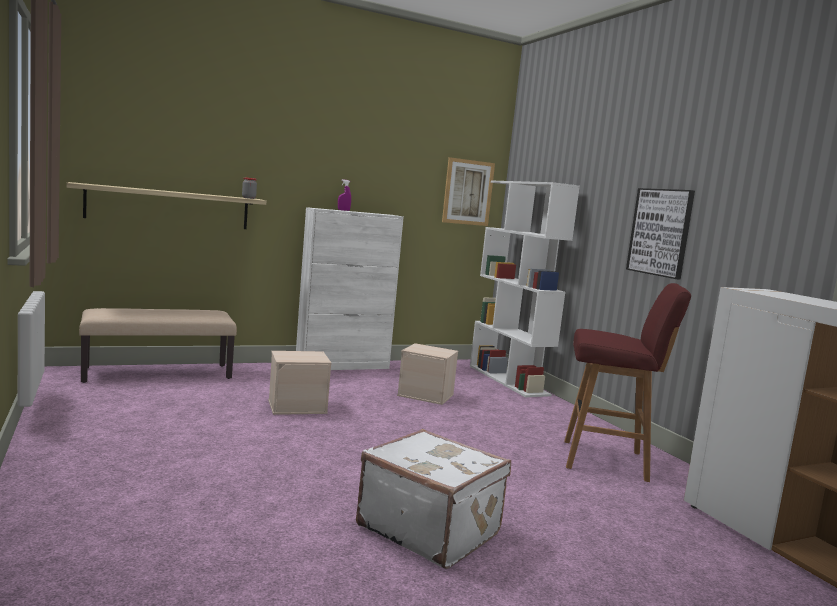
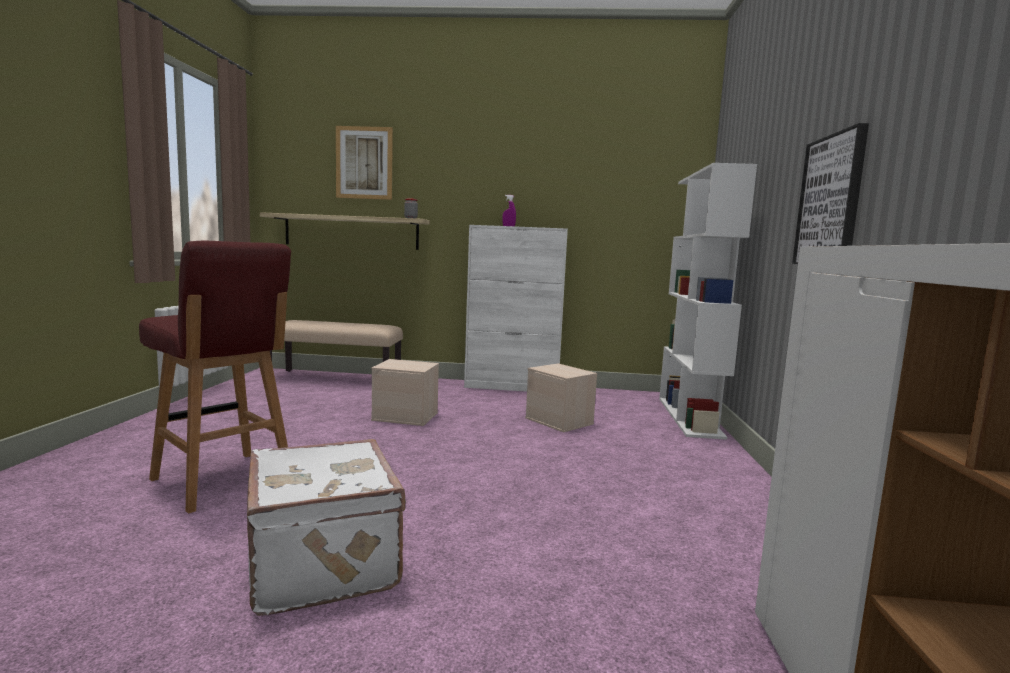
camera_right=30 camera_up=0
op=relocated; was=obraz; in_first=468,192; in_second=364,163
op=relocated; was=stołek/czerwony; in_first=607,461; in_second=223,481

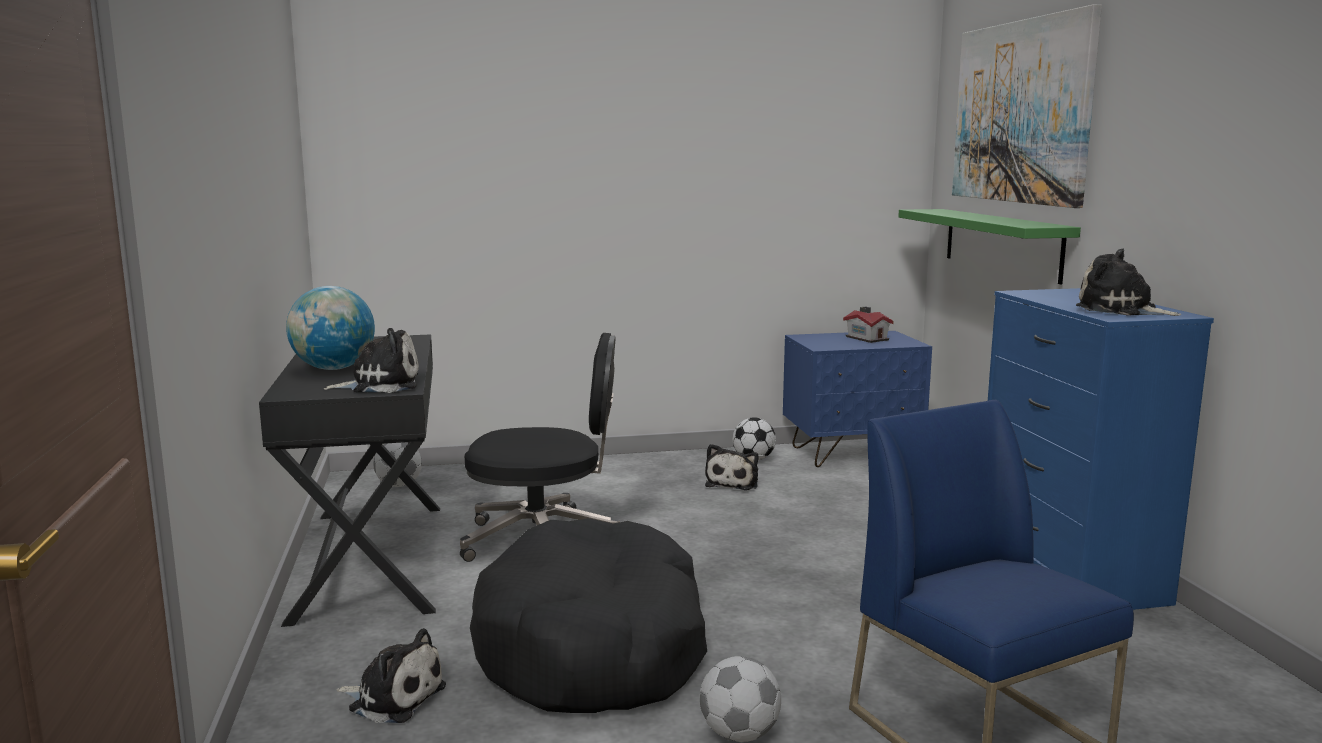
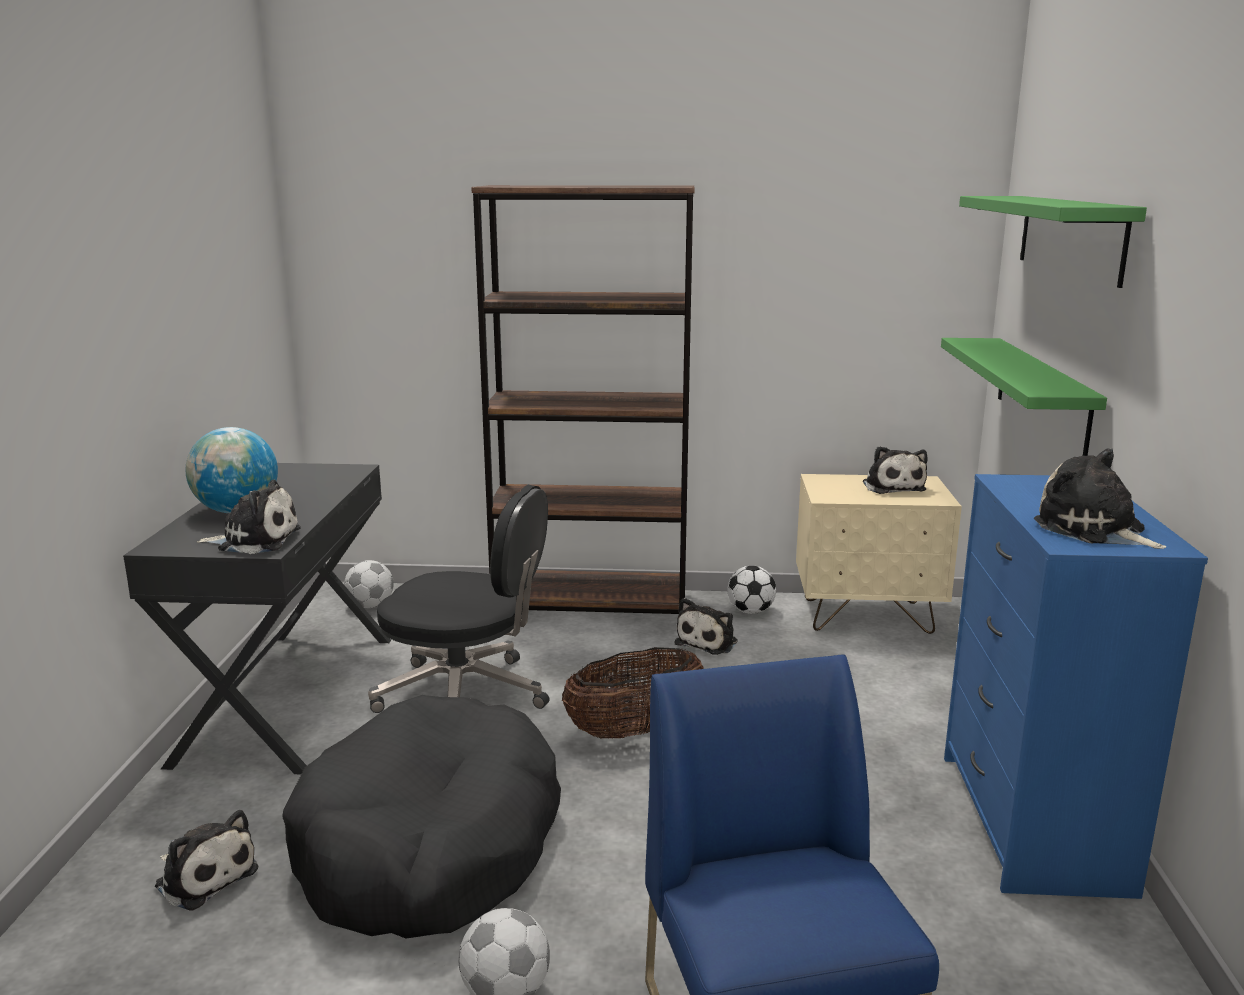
camera_right=15 camera_up=5
op=exchanged; was=obraz; now=półka/zielony; in_first=1021,112; in_second=1070,236
op=exchanged; was=domek; now=pluszak; in_first=867,338; in_second=892,486
op=colour; was=szafka nocna/niebieski; now=szafka nocna/beżowy; in_first=851,454; in_second=867,616
op=appeared; now=regał/brązowy; in_second=591,606
op=appeared; now=koszyk; in_second=634,730

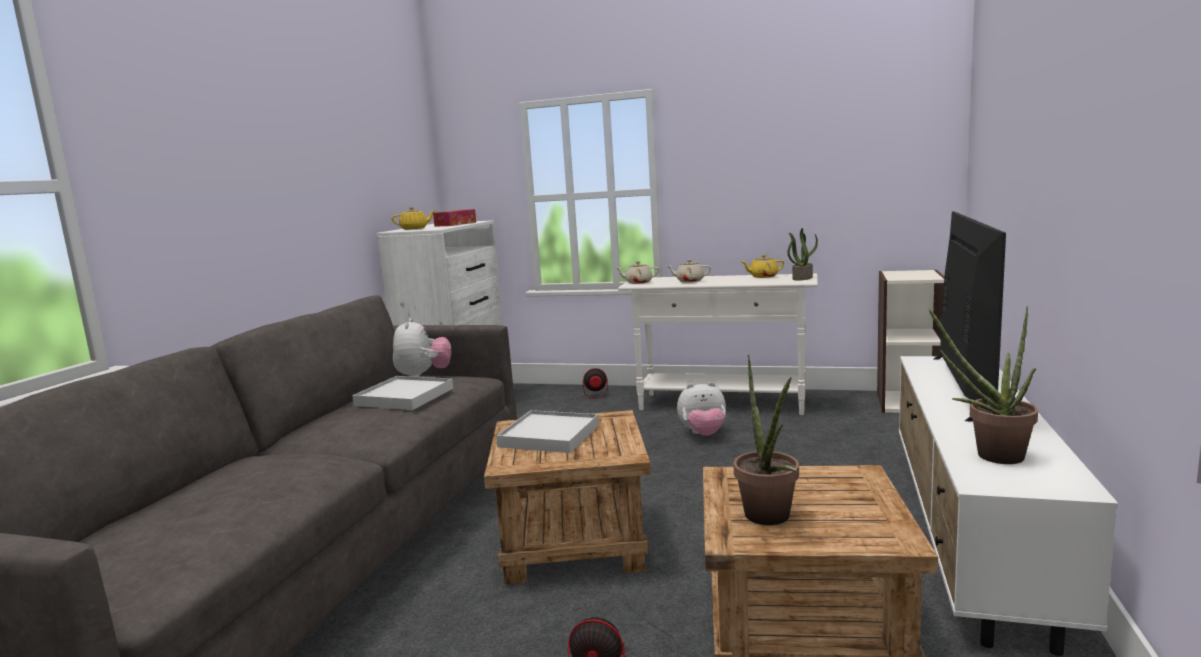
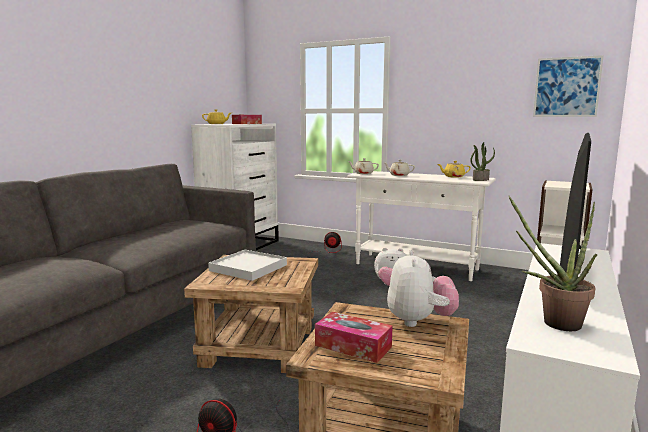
camera_right=10 camera_up=0
op=relocated; was=pluszak; in_first=423,376; in_second=419,321
op=exchanged; was=roślina doniczkowa; now=pudełko chusteczek; in_first=769,520; in_second=353,346
op=missing; was=taca/biały; in_first=404,397
op=appeared; now=obraz; in_second=566,87

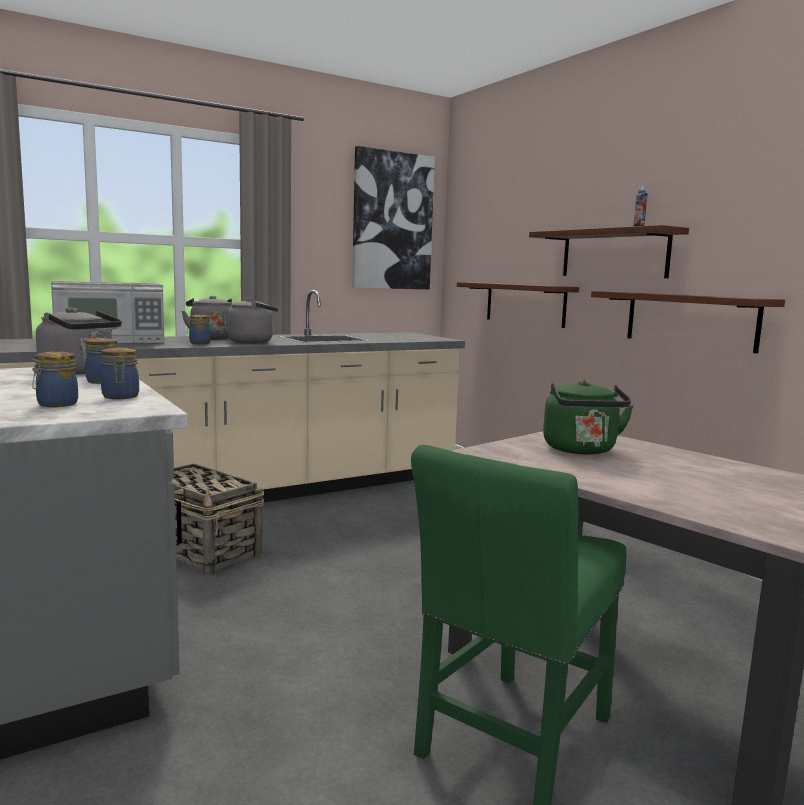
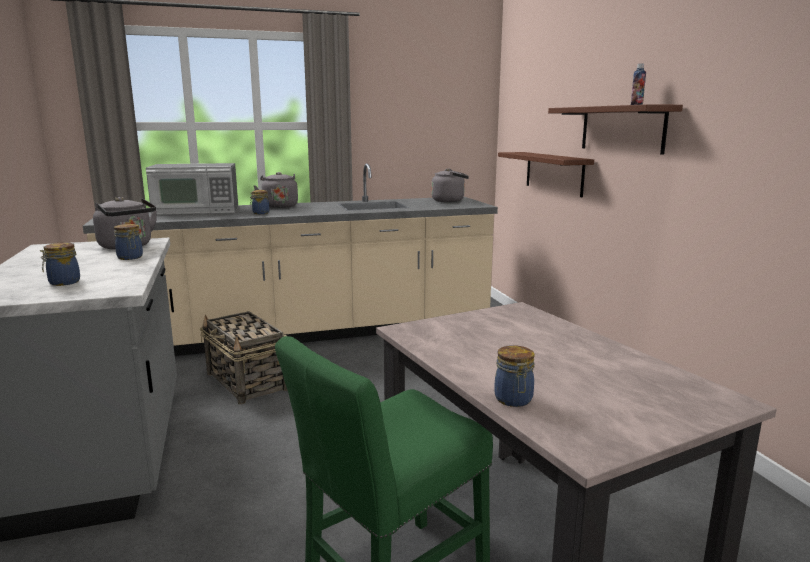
camera_right=15 camera_up=5
op=missing; was=obraz; in_first=392,221
op=missing; was=półka/brązowy; in_first=690,320
op=relocated; was=czajnik/szary; in_first=253,342; in_second=450,200
op=relocated; was=słoik; in_first=120,397; in_second=513,400
op=missing; was=czajnik/zielony; in_first=581,450

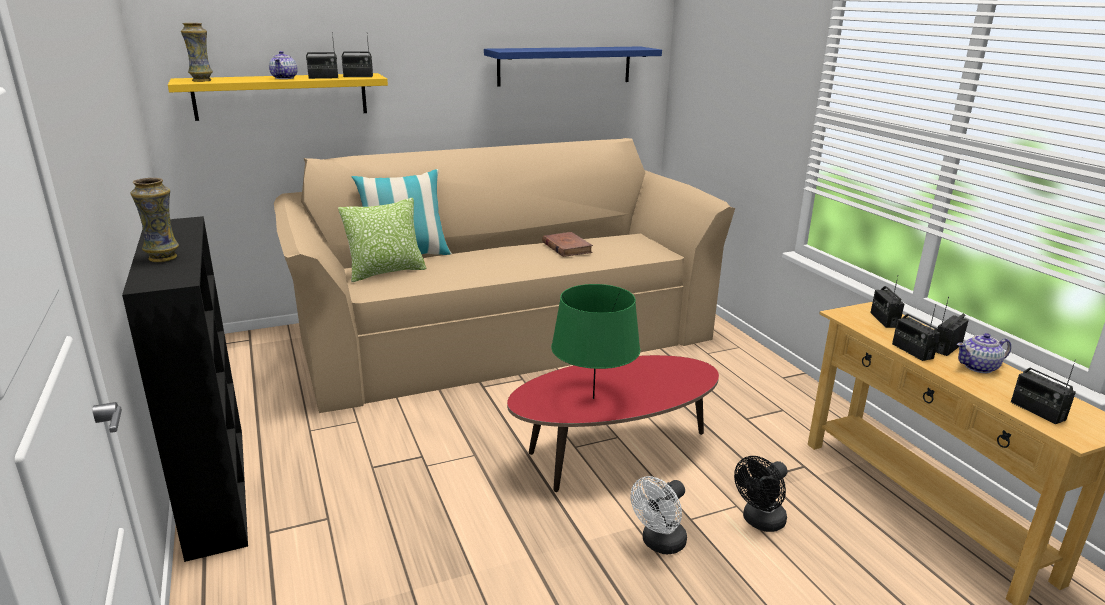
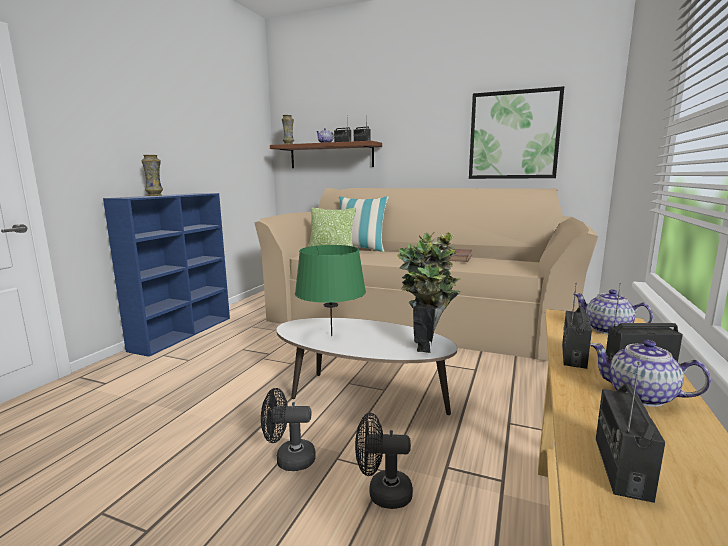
camera_right=45 camera_up=-10
op=exchanged; was=półka/niebieski; now=obraz; in_first=565,65; in_second=513,135
op=colour; was=półka/żółty; now=półka/brązowy; in_first=282,96; in_second=331,156
op=colour; was=regał/czarny; now=regał/niebieski; in_first=216,487; in_second=183,333
op=exchanged; was=radio; now=imbryk; in_first=884,320; in_second=608,330
op=colour; was=ława/czerwony; now=ława/biały; in_first=613,455; in_second=362,397
op=colour; was=wentylator/biały; now=wentylator/czarny; in_first=659,544; in_second=289,459
op=appeared; now=roślina doniczkowa; in_second=428,343

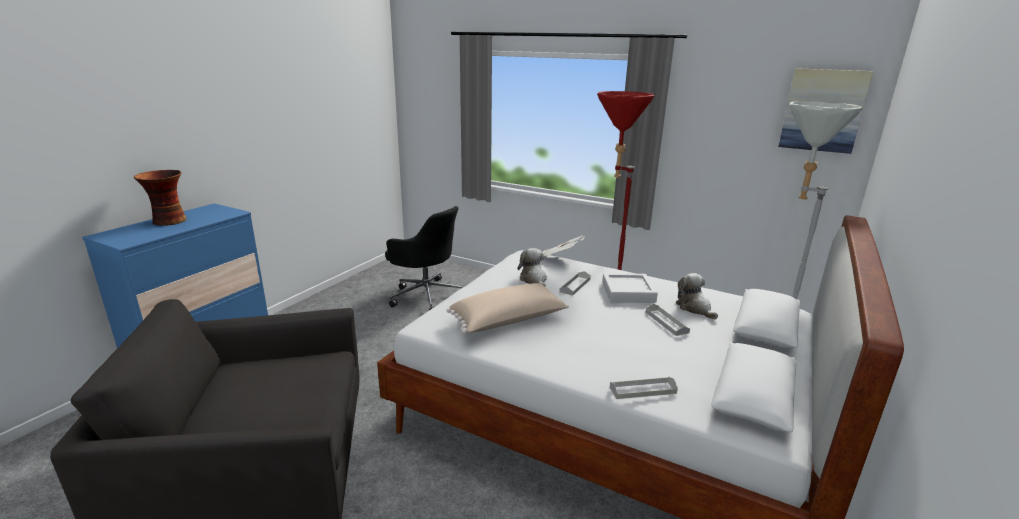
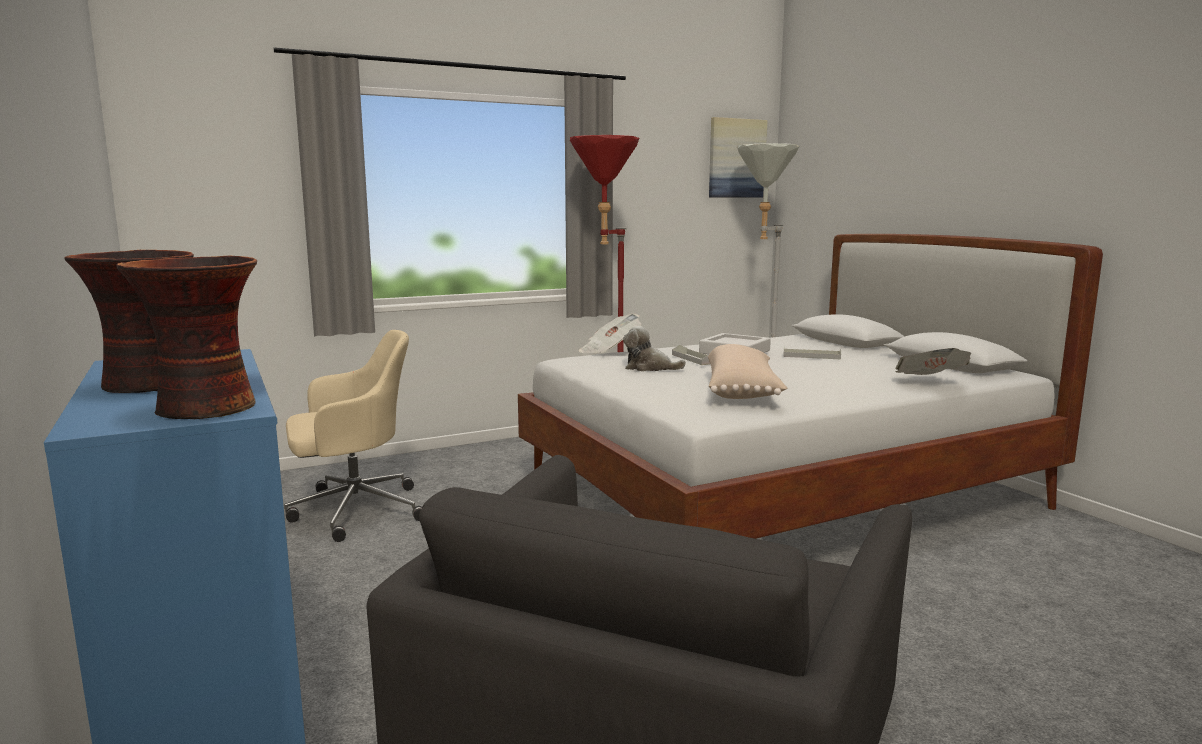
camera_right=-55 camera_up=-10
op=colour; was=krzesło biurowe/czarny; now=krzesło biurowe/beżowy; in_first=426,295; in_second=354,511
op=missing; was=pluszak; in_first=694,308
op=exchanged; was=taca/szary; now=gazeta; in_first=643,390; in_second=930,382
op=appeared; now=wazon; in_second=205,408

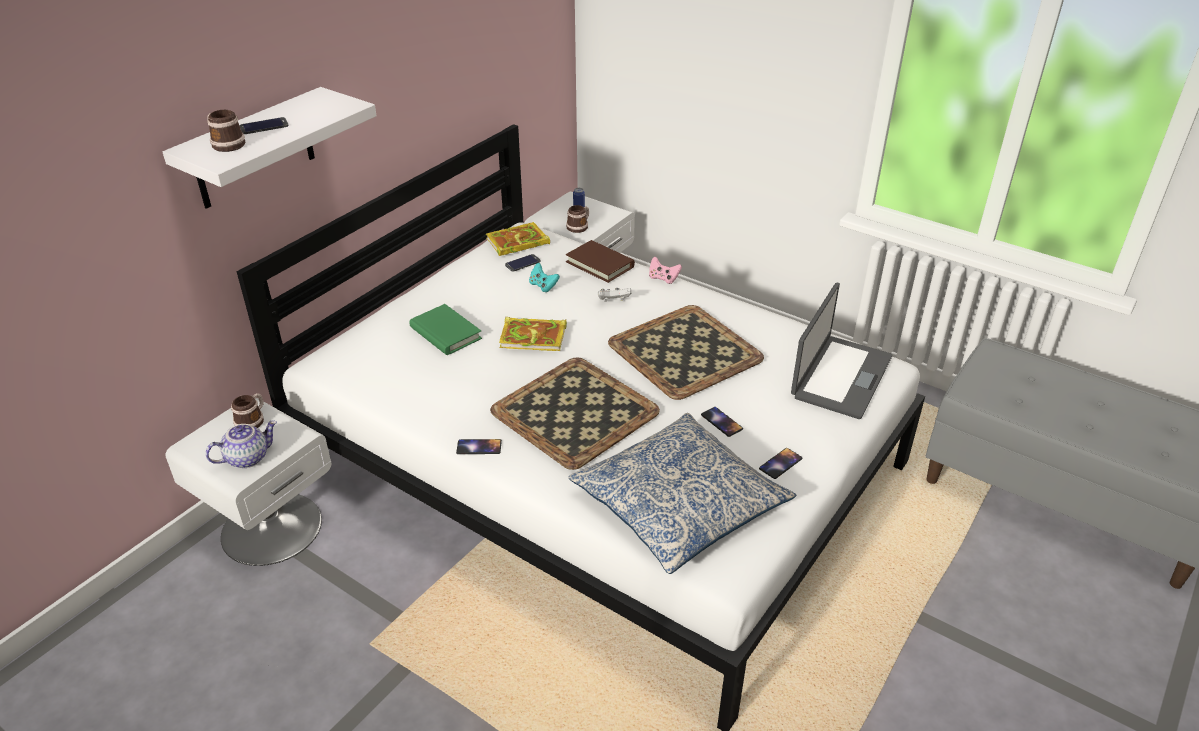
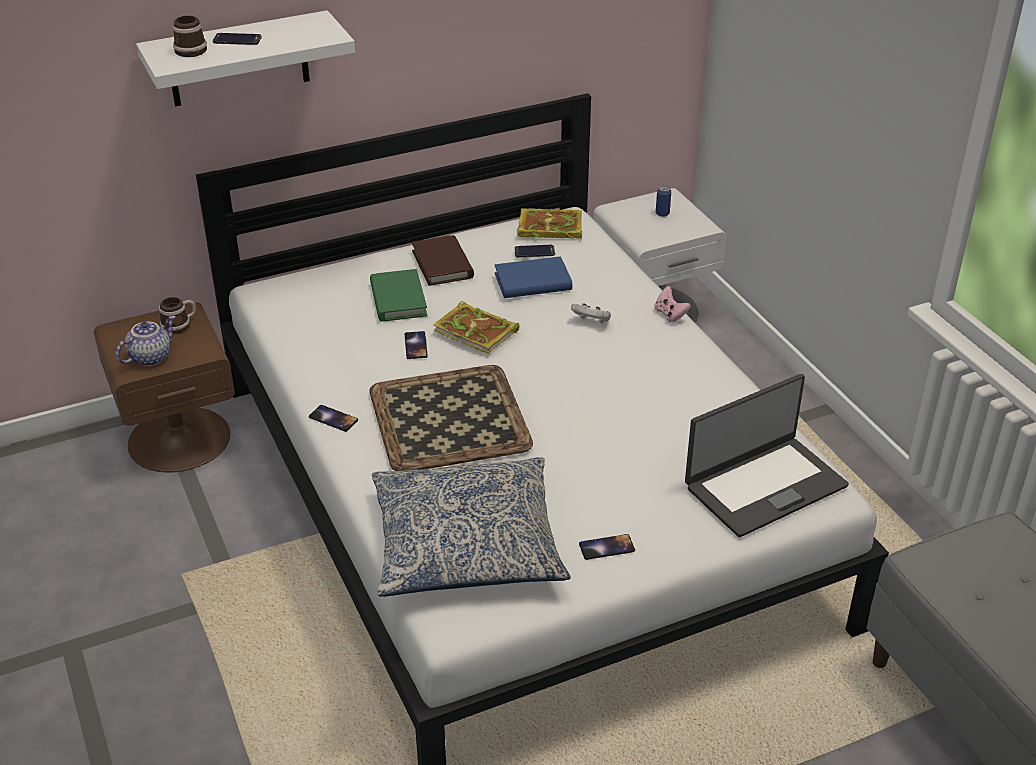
camera_right=30 camera_up=0
op=missing; was=kubek; in_first=579,226
op=relocated; was=książka/brązowy; in_first=600,264; in_second=442,264
op=exchanged; was=pad do gier/turkusowy; now=książka/niebieski; in_first=543,286; in_second=533,282
op=missing; was=taca; in_first=684,352
op=colour; was=szafka nocna/biały; now=szafka nocna/brązowy; in_first=270,527; in_second=179,438
op=relocated; was=telefon; in_first=721,422; in_second=416,345
op=spun; was=imbryk; in_first=247,457; in_second=150,357; clockwise=-45

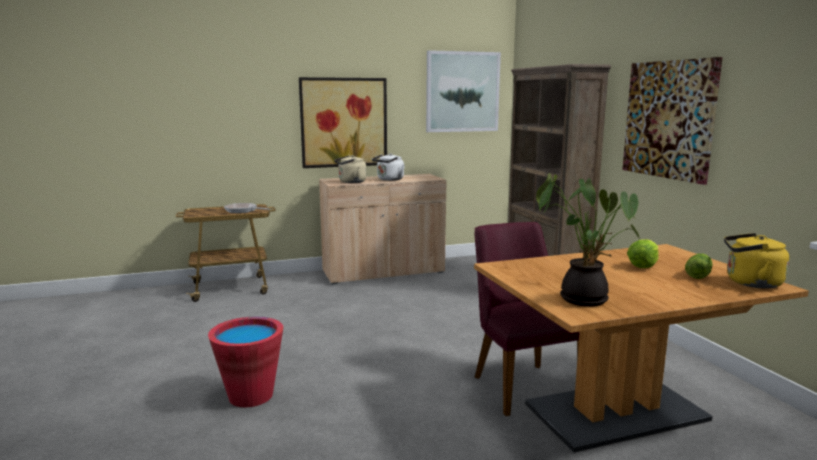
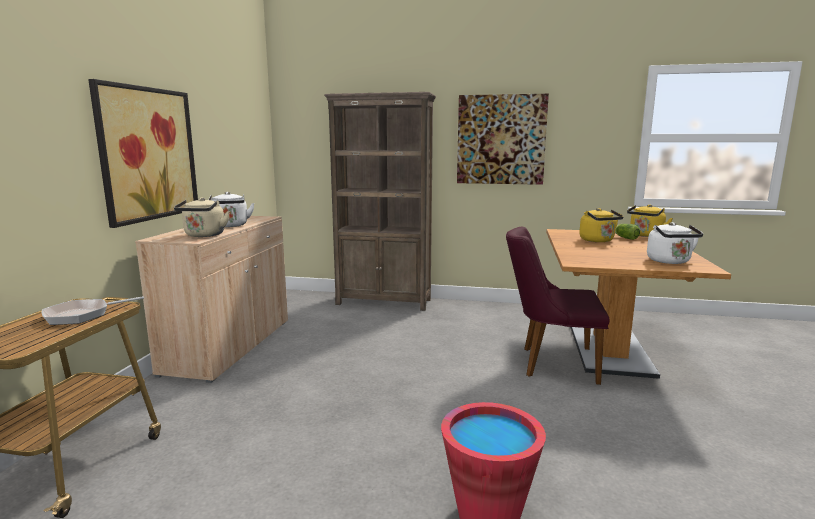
camera_right=-60 camera_up=0
op=missing; was=obraz; in_first=462,92
op=exchanged; was=roślina doniczkowa; now=czajnik/biały; in_first=583,298; in_second=670,261
op=exchanged; was=sałata; now=czajnik/żółty; in_first=643,266; in_second=598,240

